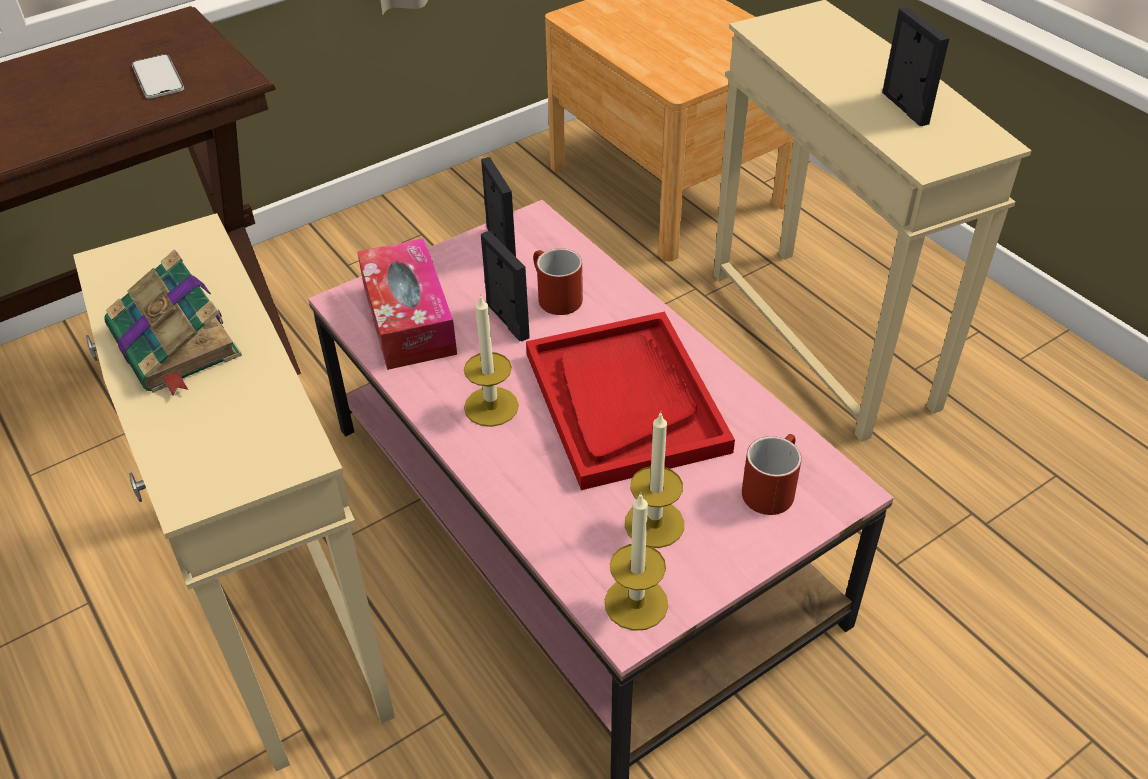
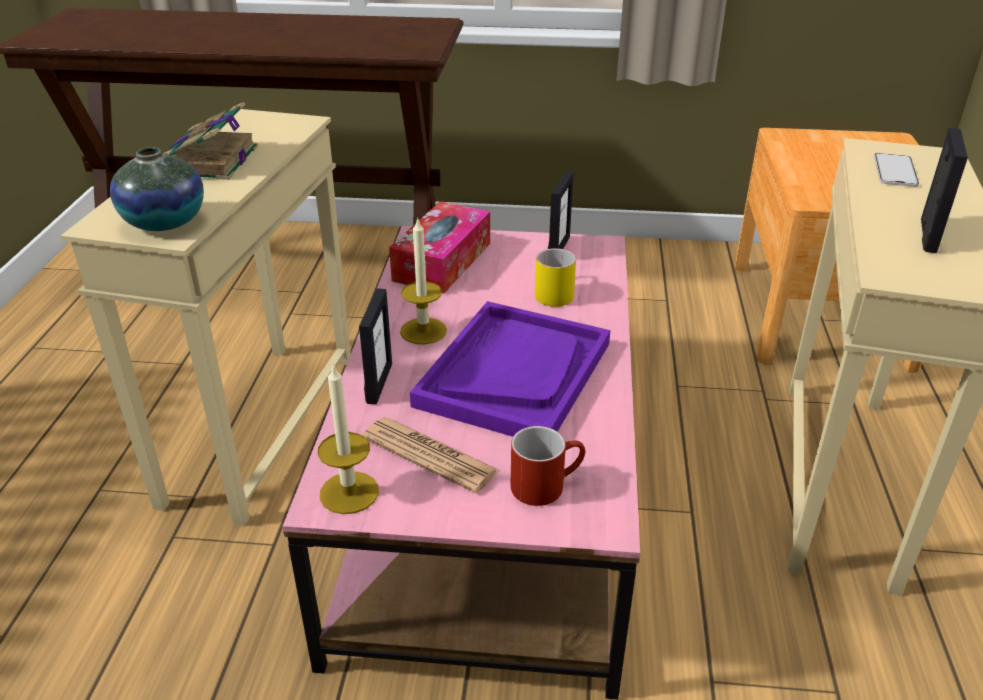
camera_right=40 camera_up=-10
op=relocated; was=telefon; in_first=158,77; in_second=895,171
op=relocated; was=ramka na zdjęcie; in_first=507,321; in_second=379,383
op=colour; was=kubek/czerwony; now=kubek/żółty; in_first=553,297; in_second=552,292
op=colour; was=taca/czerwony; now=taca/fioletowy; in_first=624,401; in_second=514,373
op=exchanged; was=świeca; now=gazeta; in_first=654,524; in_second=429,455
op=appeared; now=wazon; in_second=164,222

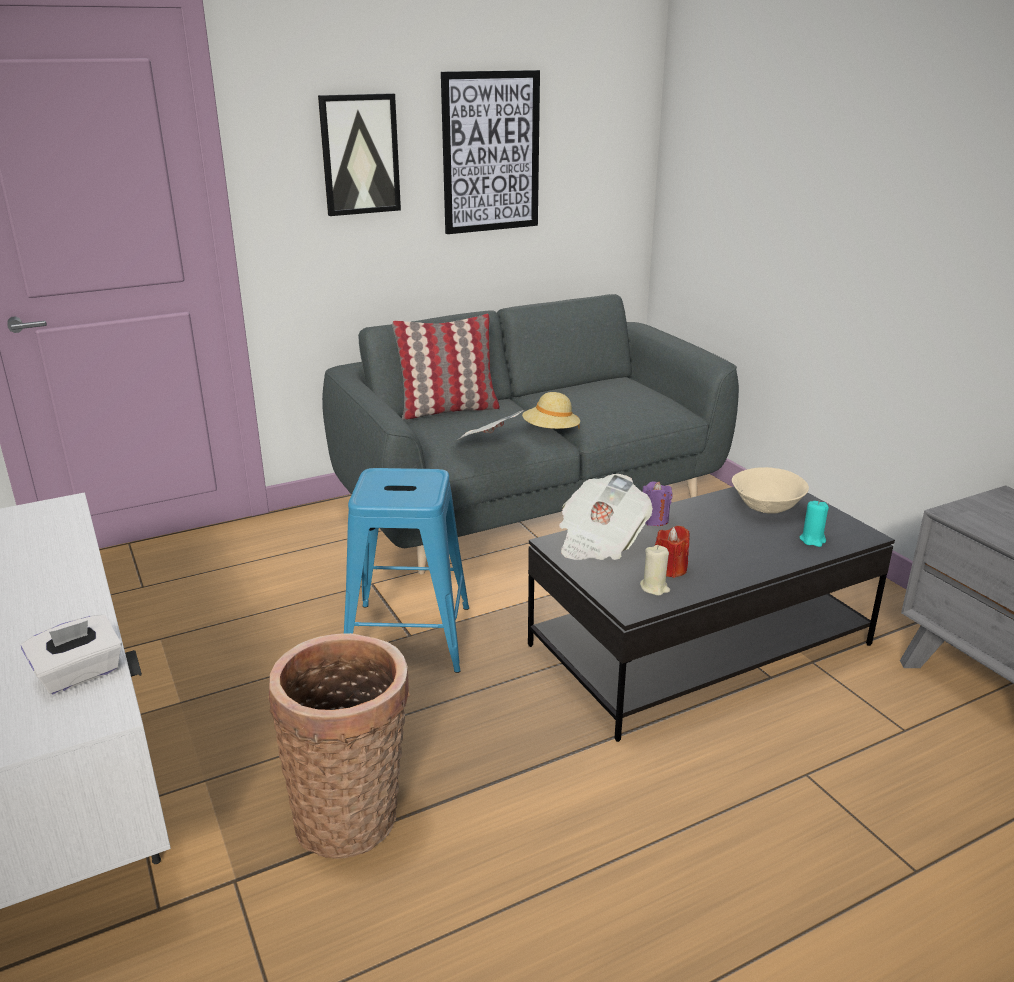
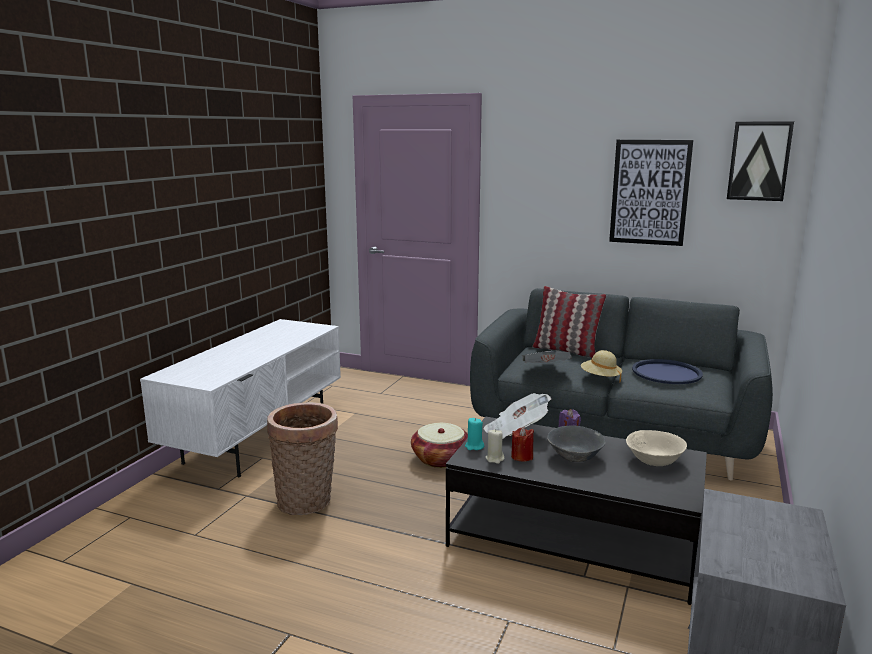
camera_right=50 camera_up=-10
op=relocated; was=obraz; in_first=359,154; in_second=759,161
op=exchanged; was=stołek/niebieski; now=koszyk; in_first=409,636; in_second=440,459
op=relocated; was=świeca/turkusowy; in_first=812,540; in_second=474,446
op=missing; was=pudełko chusteczek/biały; in_first=79,674
op=appeared; now=taca/niebieski; in_second=666,373
op=appeared; now=miska/szary; in_second=574,456

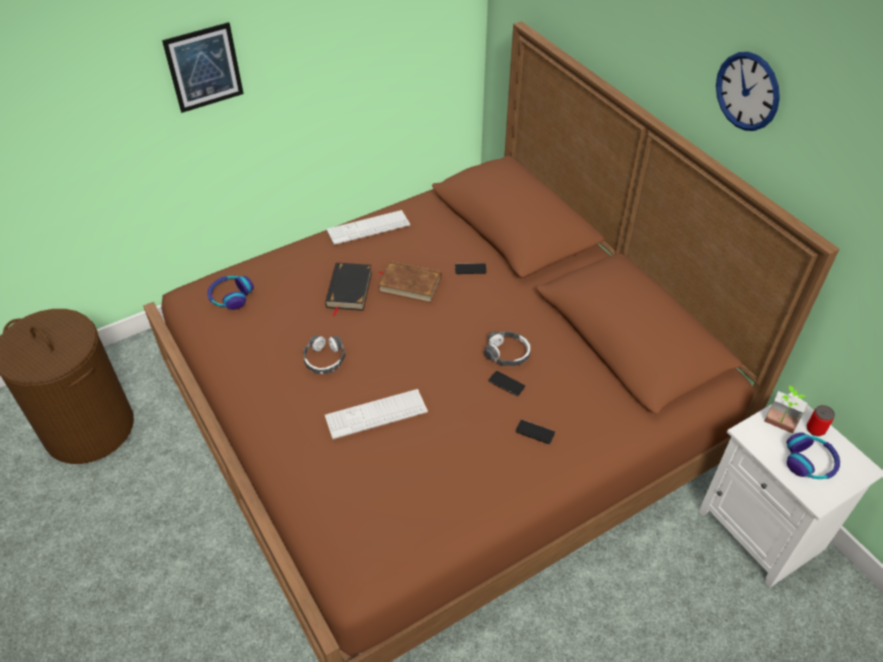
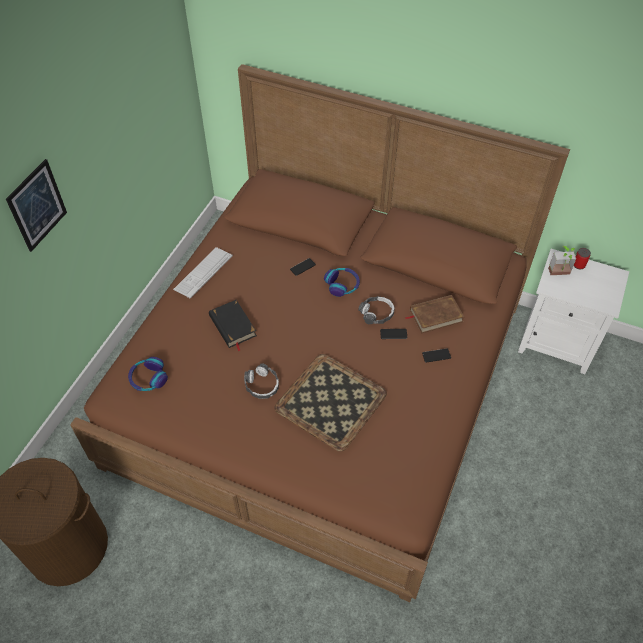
camera_right=-35 camera_up=5
op=missing; was=zegar ścienny; in_first=747,91
op=relocated; was=książka/brązowy; in_first=410,284; in_second=435,316
op=exchanged; was=klawiatura; now=taca; in_first=376,414; in_second=331,402
op=relocated; was=słuchawki; in_first=809,462; in_second=342,285

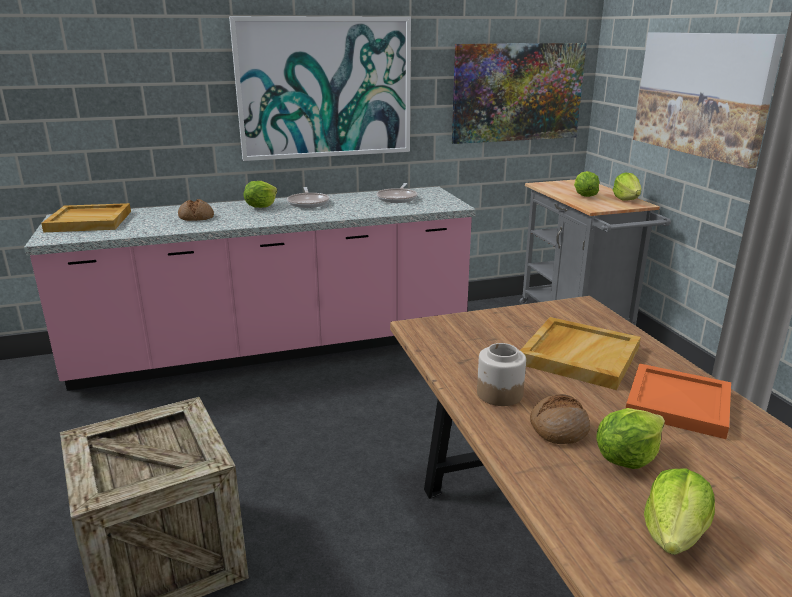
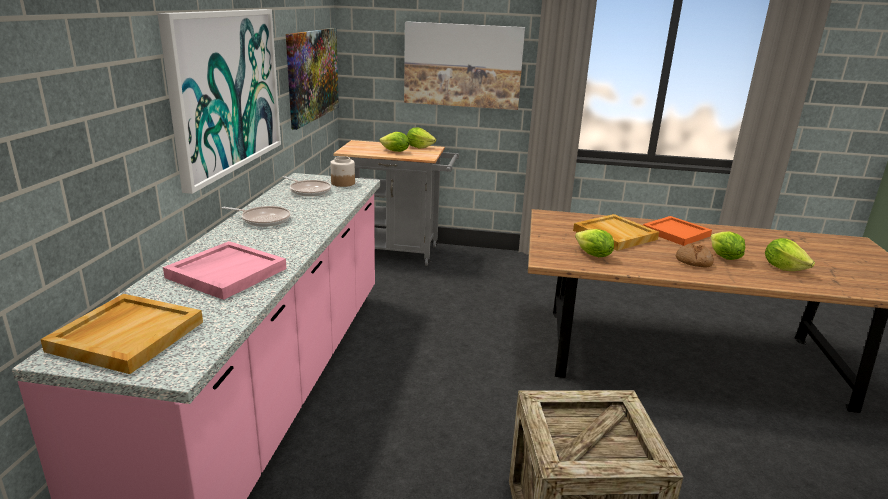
camera_right=-65 camera_up=0
op=relocated; was=sałata; in_first=261,206; in_second=593,255
op=exchanged; was=chleb; now=taca/różowy; in_first=196,217; in_second=227,272
op=relocated; was=słoik; in_first=499,393; in_second=342,183

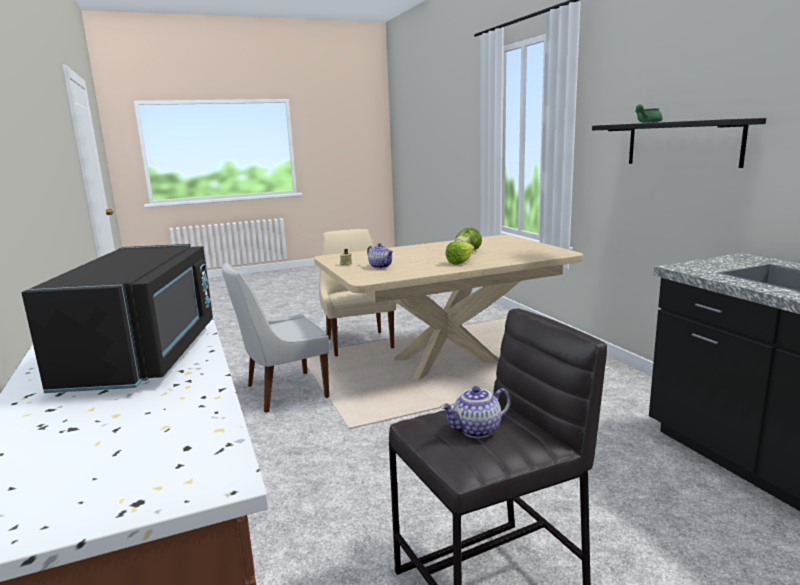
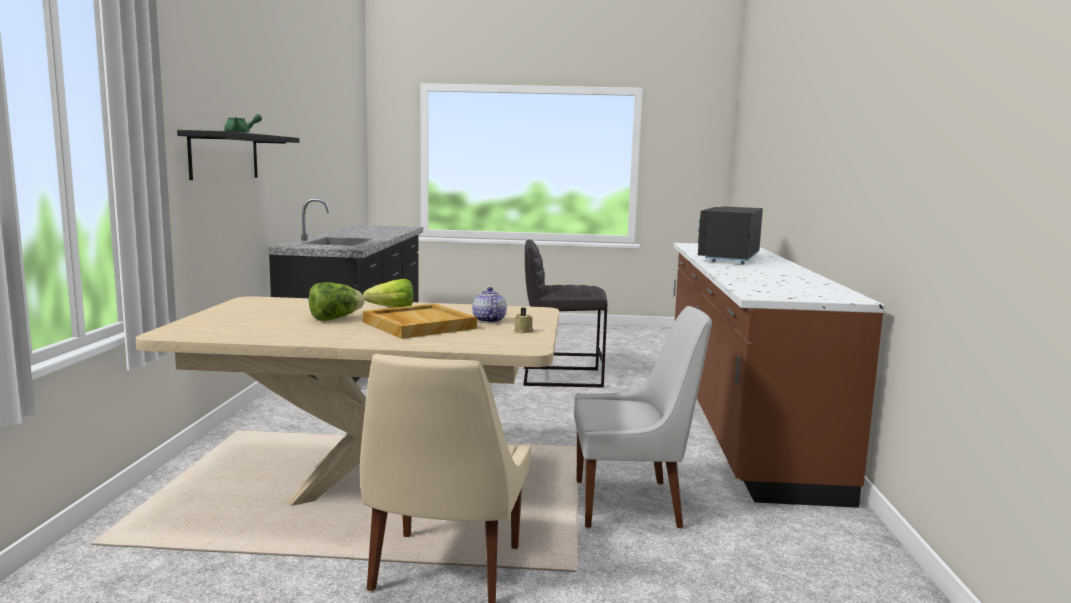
camera_right=-155 camera_up=-5
op=missing; was=imbryk; in_first=477,431
op=appeared; now=taca/beżowy; in_second=418,325

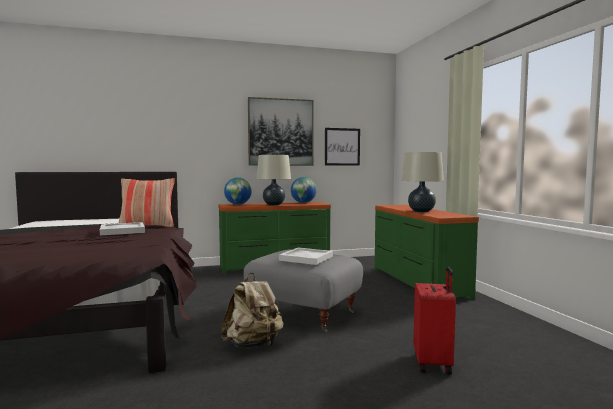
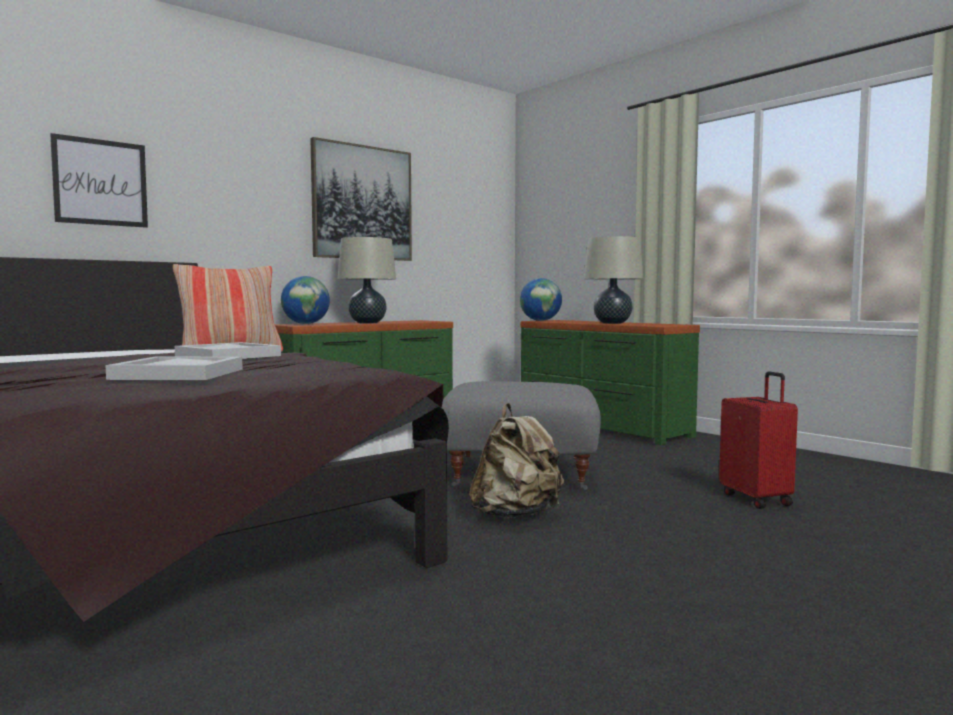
camera_right=-25 camera_up=0
op=relocated; was=obraz; in_first=342,147; in_second=100,182
op=relocated; was=globus; in_first=303,203; in_second=540,320
op=relocated; was=taca/biały; in_first=306,258; in_second=179,374

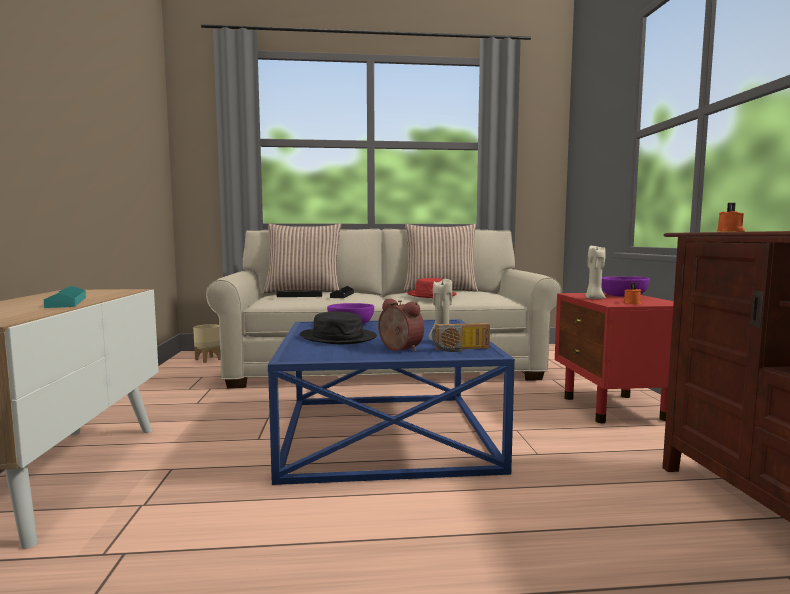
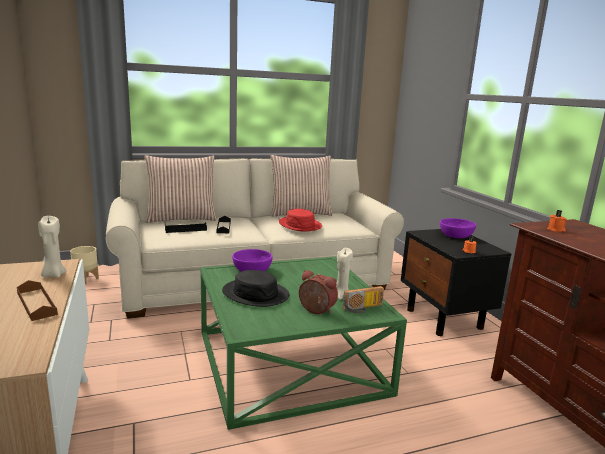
camera_right=-15 camera_up=10
op=relocated; was=świeca/beżowy; in_first=593,299; in_second=53,275
op=colour; was=taca/turkusowy; now=taca/brązowy; in_first=66,302; in_second=36,303
op=colour; was=szafka nocna/czerwony; now=szafka nocna/czarny; in_first=614,408; in_second=444,319
op=colour; was=ława/niebieski; now=ława/zielony; in_first=385,432; in_second=289,361

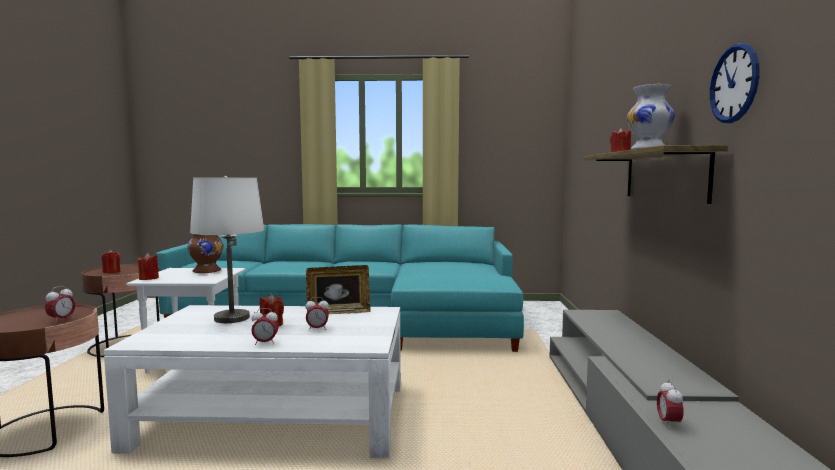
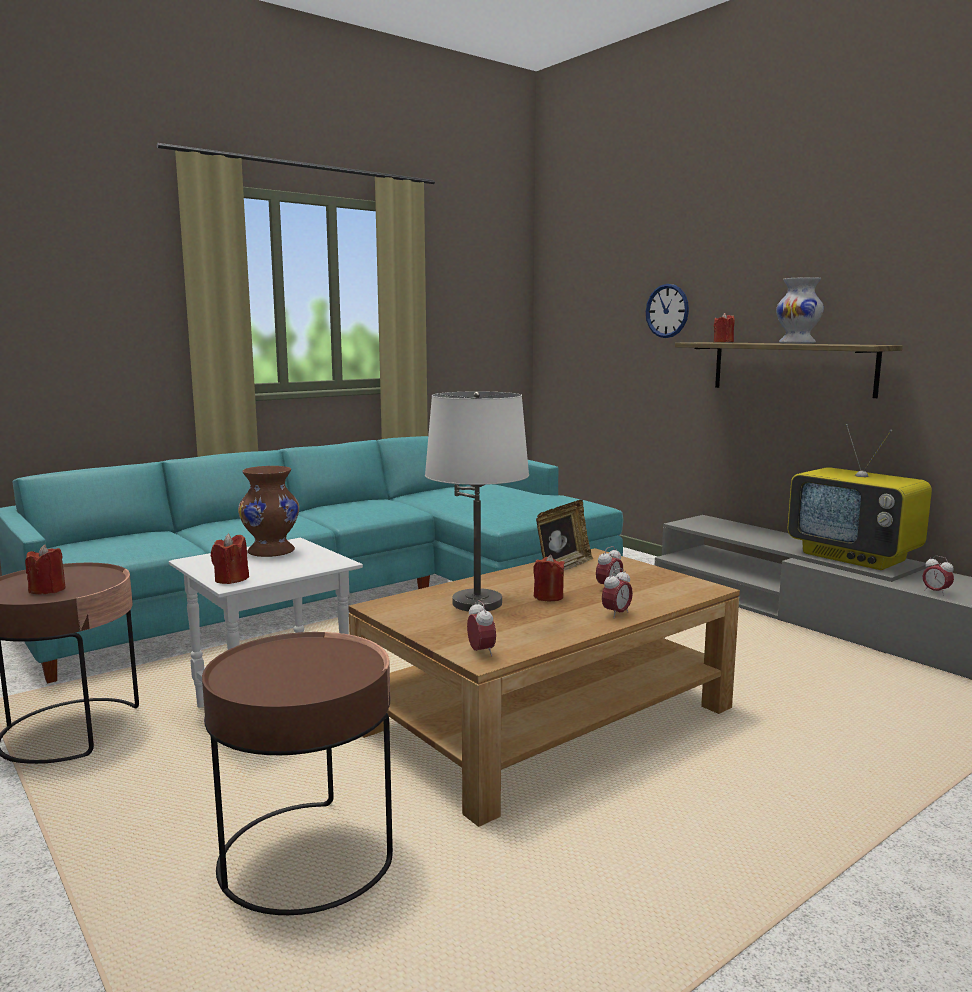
camera_right=-40 camera_up=5
op=relocated; was=zegar ścienny; in_first=734,84; in_second=667,311
op=relocated; was=budzik; in_first=61,320; in_second=481,652
op=colour; was=ława/biały; now=ława/brązowy; in_first=277,416; in_second=548,719
op=appeared; now=telewizor; in_second=855,557

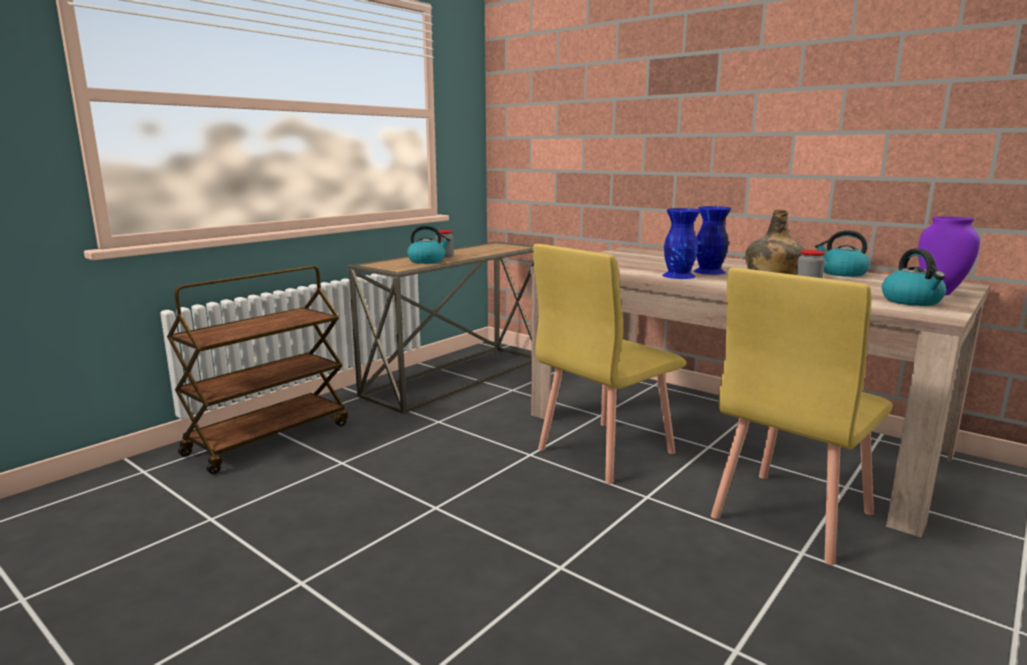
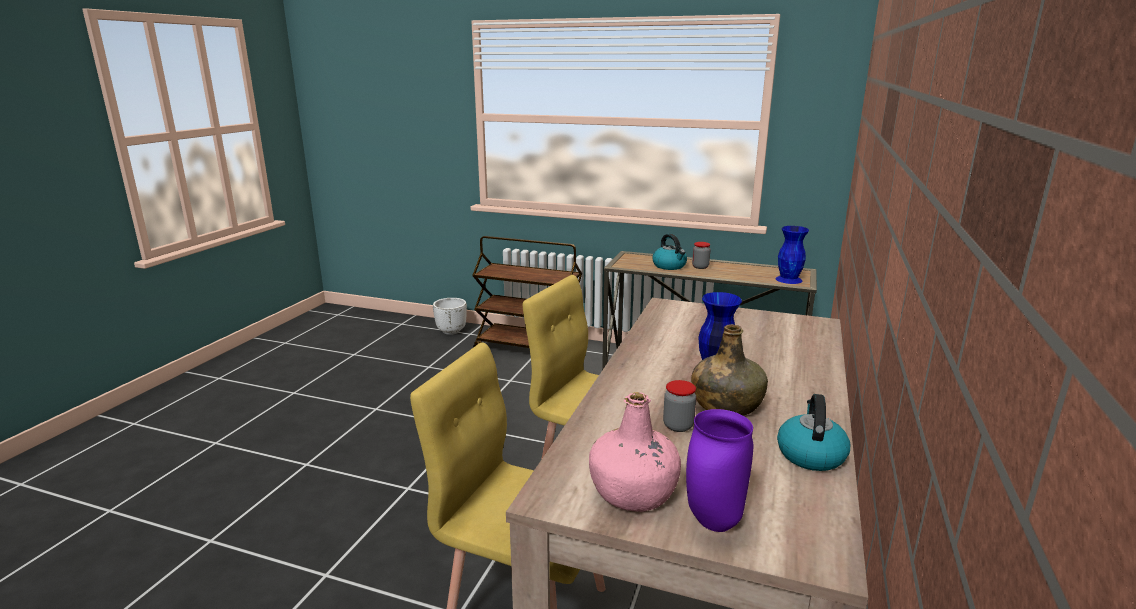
camera_right=70 camera_up=5
op=relocated; was=wazon/niebieski; in_first=679,275; in_second=789,279
op=exchanged; was=czajnik; now=butelka/różowy; in_first=912,301; in_second=634,491
op=appeared; now=donica/biały; in_second=451,331

